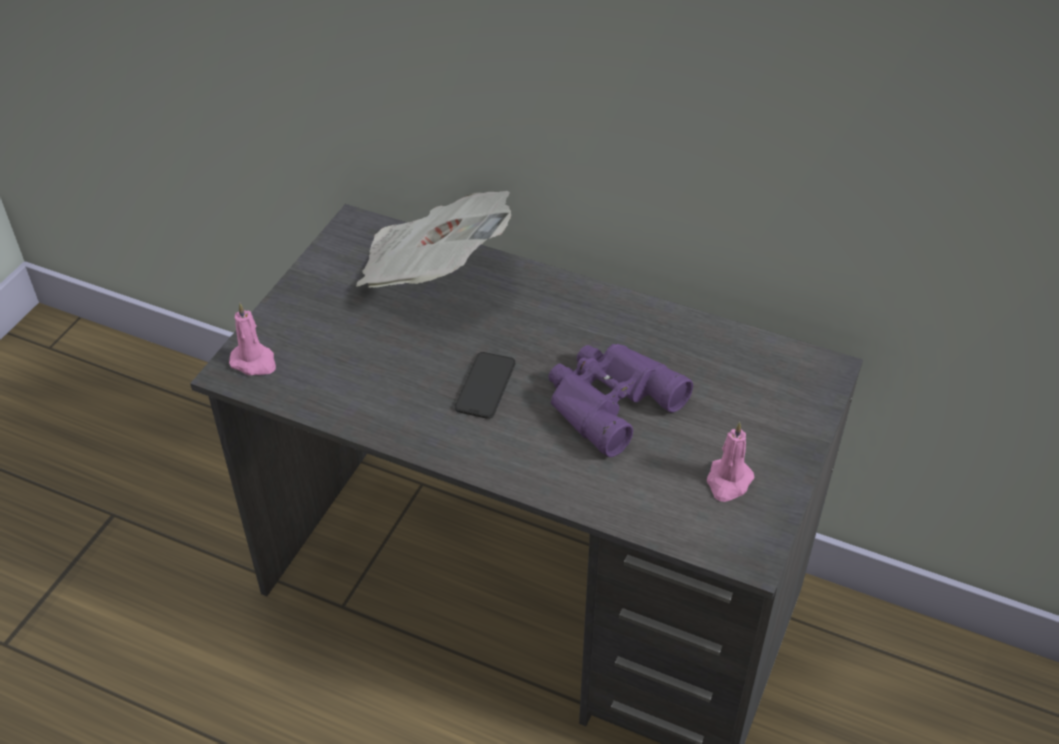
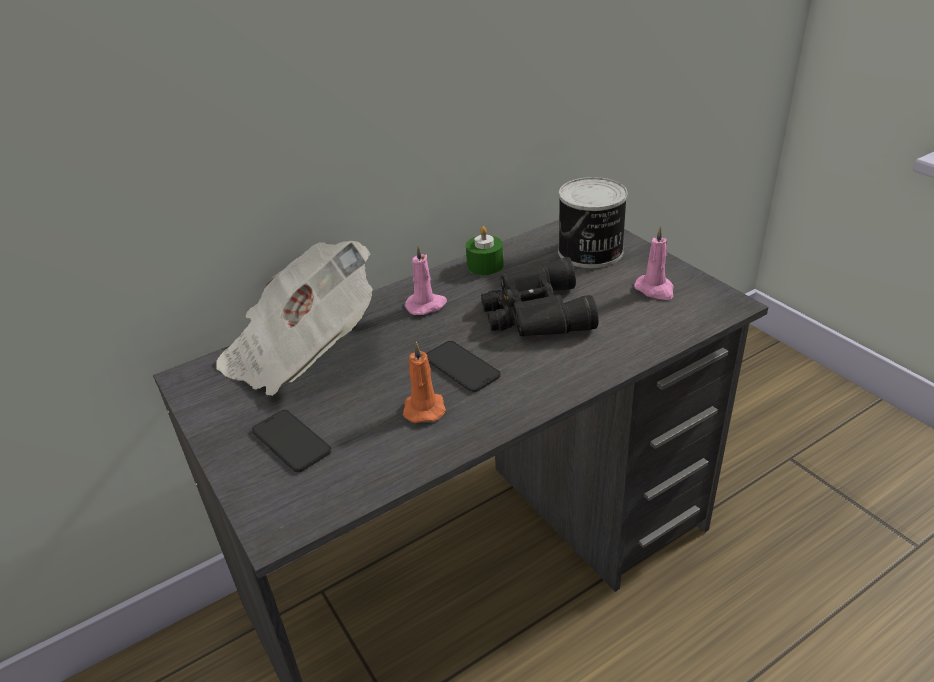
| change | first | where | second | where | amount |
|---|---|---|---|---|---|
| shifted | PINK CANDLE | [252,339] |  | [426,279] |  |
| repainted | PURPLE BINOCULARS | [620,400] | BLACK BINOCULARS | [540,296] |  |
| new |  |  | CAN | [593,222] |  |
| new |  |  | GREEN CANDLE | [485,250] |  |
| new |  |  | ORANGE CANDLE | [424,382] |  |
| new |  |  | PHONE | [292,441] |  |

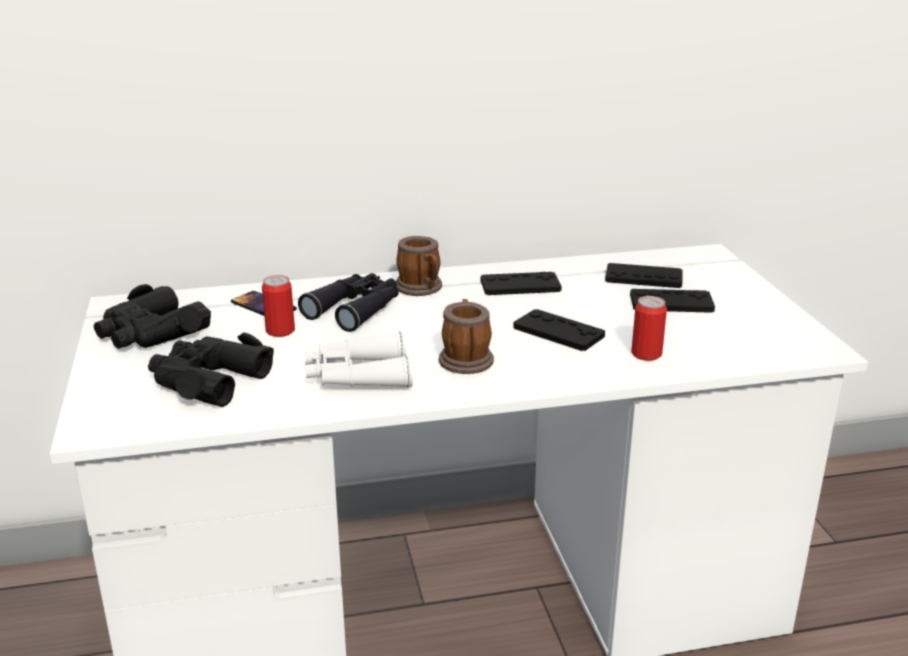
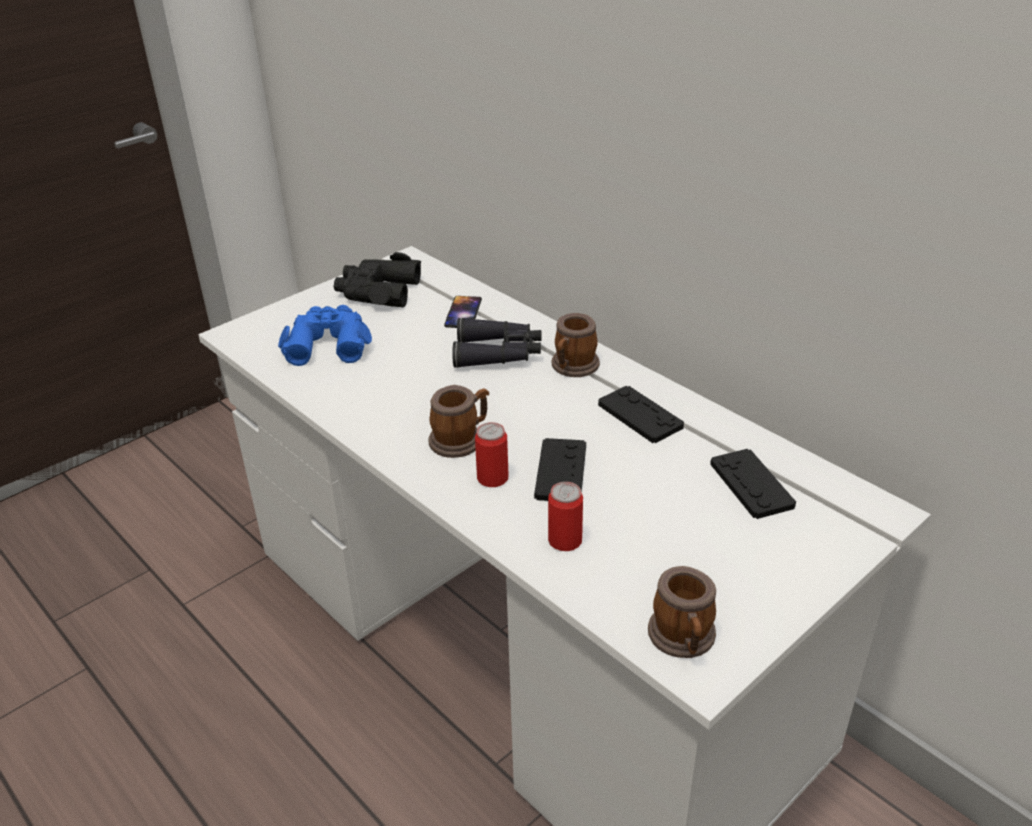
| change | first | where | second | where | amount |
|---|---|---|---|---|---|
| shifted | CAN | [278,306] |  | [491,454] |  |
| gone | BLACK GAME CONTROLLER | [672,301] |  |  |  |
| gone | WHITE BINOCULARS | [359,359] |  |  |  |
| repainted | BLACK BINOCULARS | [211,370] | BLUE BINOCULARS | [325,335] |  |
| new |  |  | MUG | [682,612] |  |

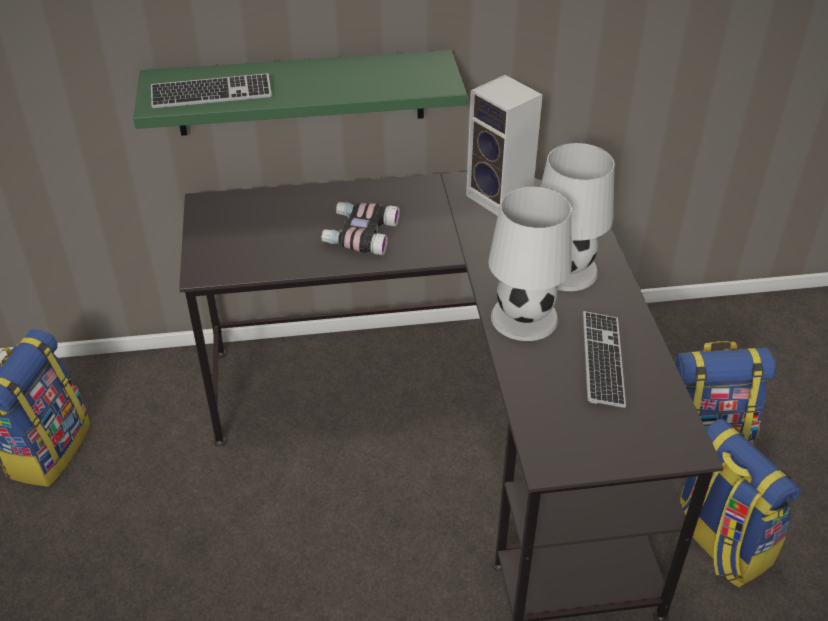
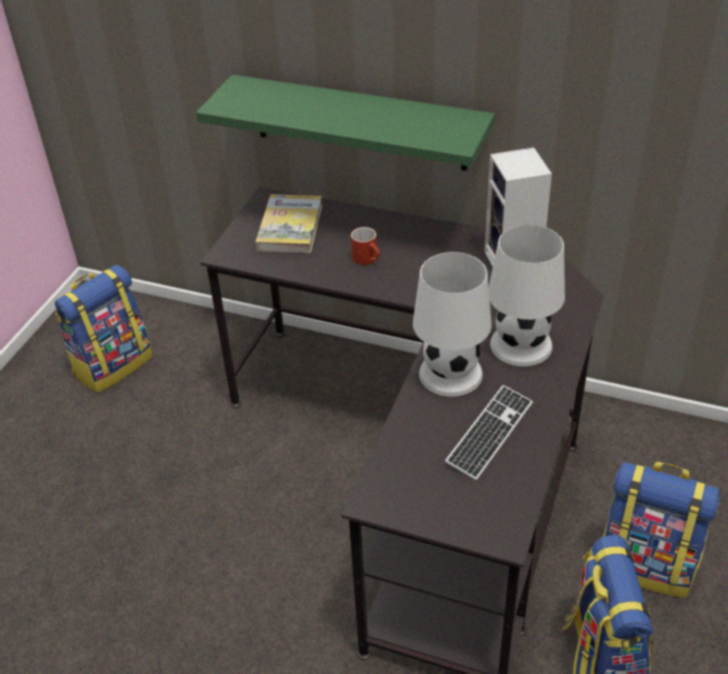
| change | first | where | second | where | amount |
|---|---|---|---|---|---|
| gone | KEYBOARD | [211,90] |  |  |  |
| swapped | BINOCULARS | [361,229] | RED MUG | [365,246] |  |
| new |  |  | BOOK | [289,223] |  |

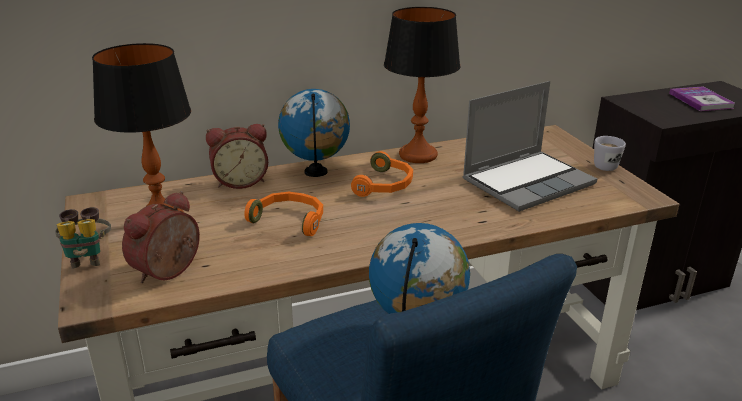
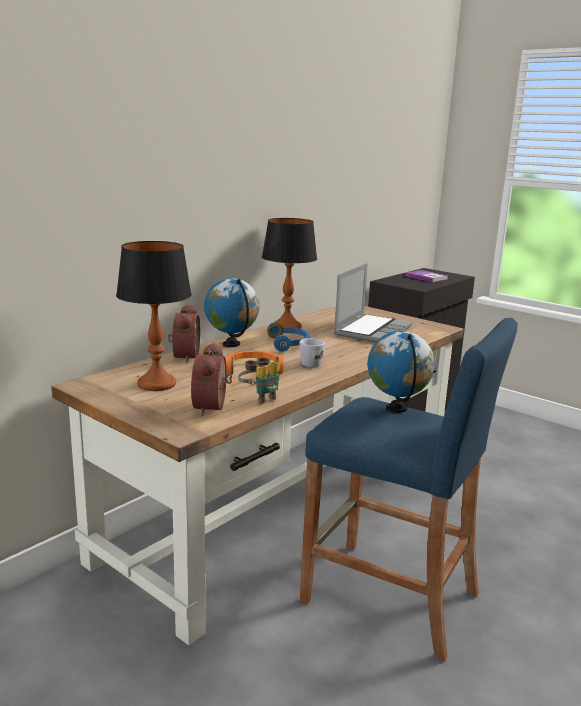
| change | first | where | second | where | amount |
|---|---|---|---|---|---|
| rotated | ALARM CLOCK | [237,156] |  | [184,333] | 45 degrees counterclockwise |
| shifted | WHITE MUG | [610,153] |  | [312,352] |  |
| repainted | ORANGE HEADPHONES | [382,174] | BLUE HEADPHONES | [288,337] |  |
| shifted | BINOCULARS | [83,238] |  | [259,380] |  |

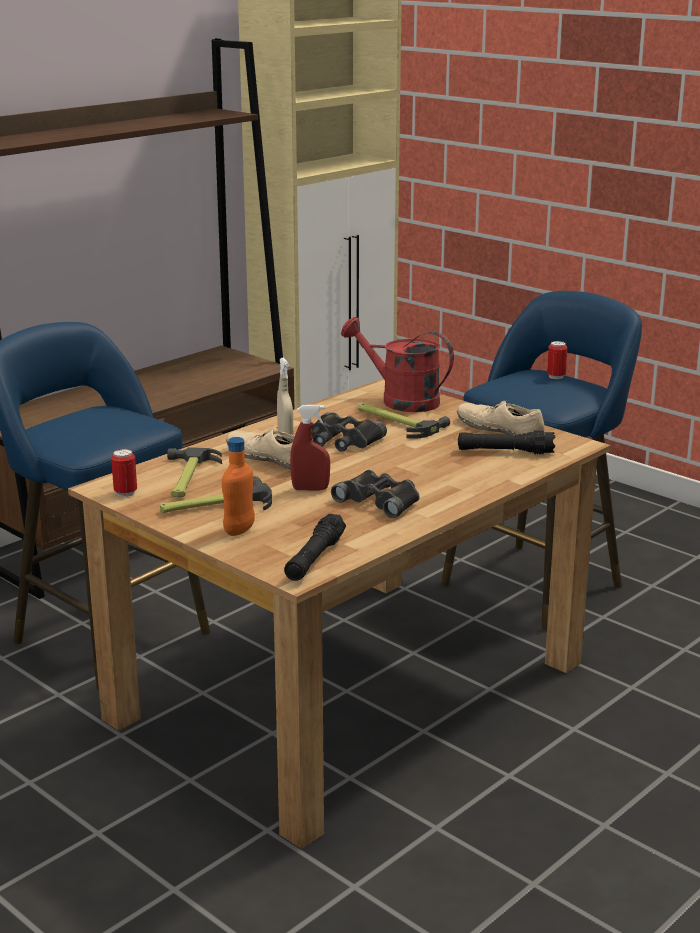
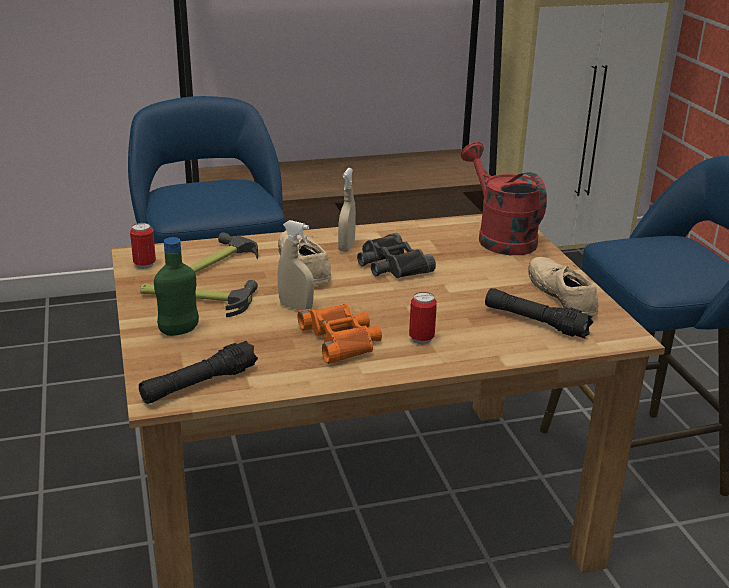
| change | first | where | second | where | amount |
|---|---|---|---|---|---|
| shifted | CAN | [557,360] |  | [423,318] |  |
| gone | HAMMER | [404,421] |  |  |  |
| repainted | RED SPRAY BOTTLE | [310,448] | BEIGE SPRAY BOTTLE | [295,265] |  |
| repainted | ORANGE BOTTLE | [238,486] | GREEN BOTTLE | [176,286] |  |
| repainted | BLACK BINOCULARS | [375,494] | ORANGE BINOCULARS | [340,334] |  |

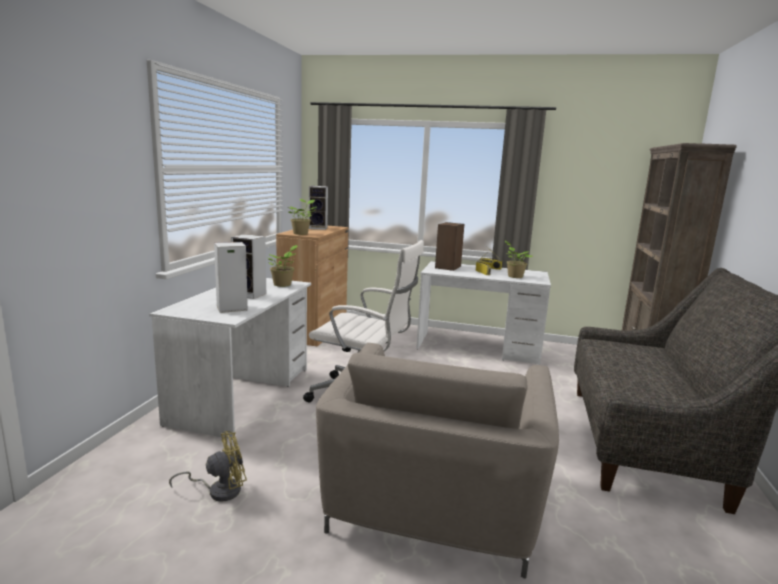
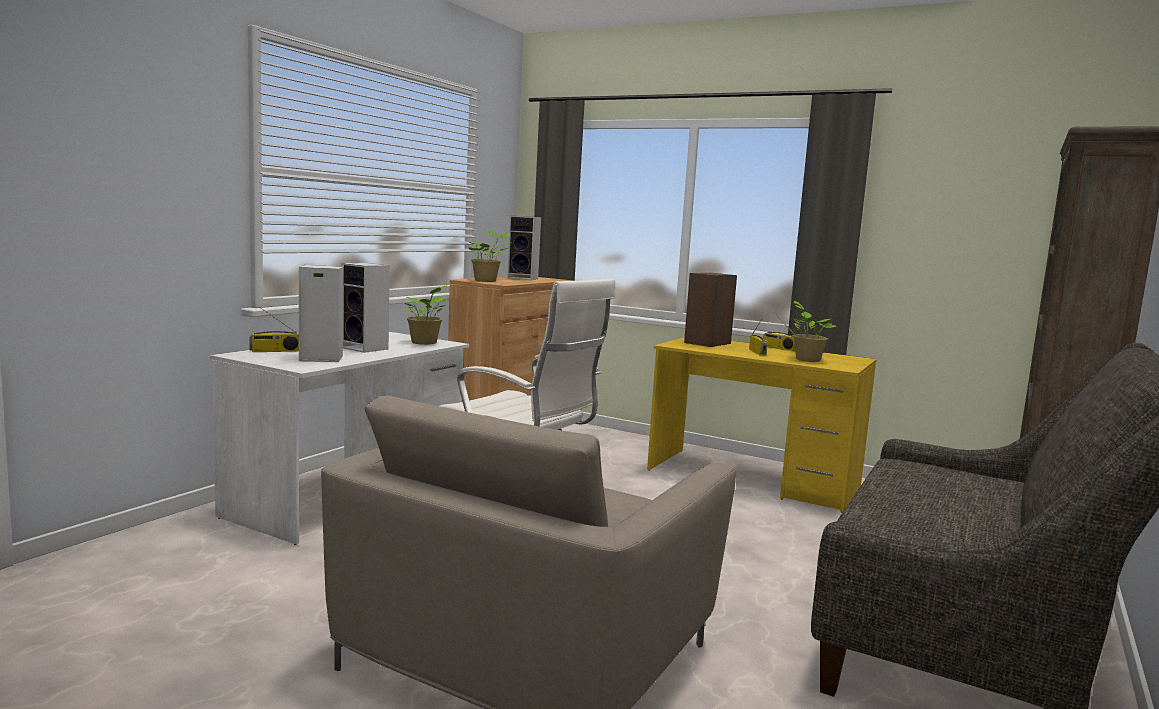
| change | first | where | second | where | amount |
|---|---|---|---|---|---|
| repainted | WHITE DESK | [483,313] | YELLOW DESK | [762,425] |  |
| gone | YELLOW FAN | [208,466] |  |  |  |
| new |  |  | RADIO | [274,329] |  |

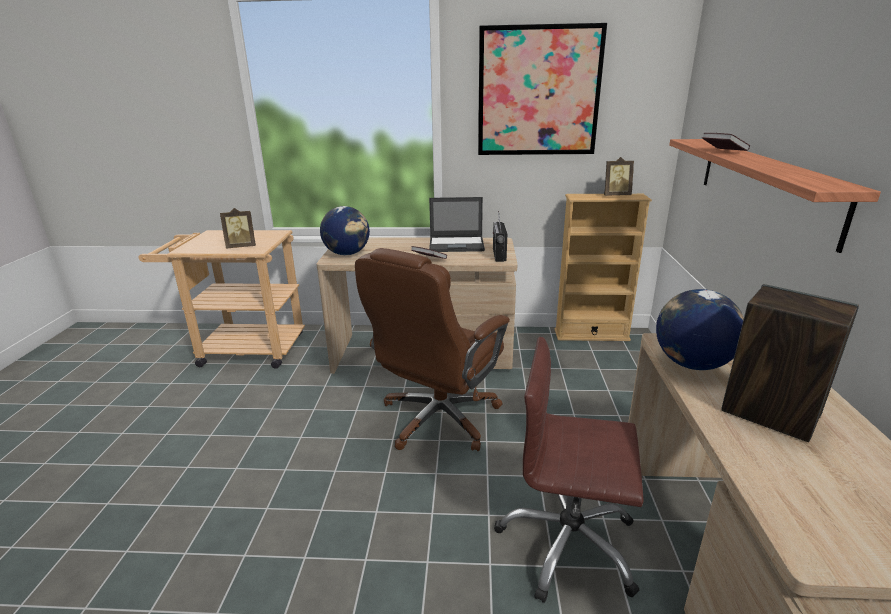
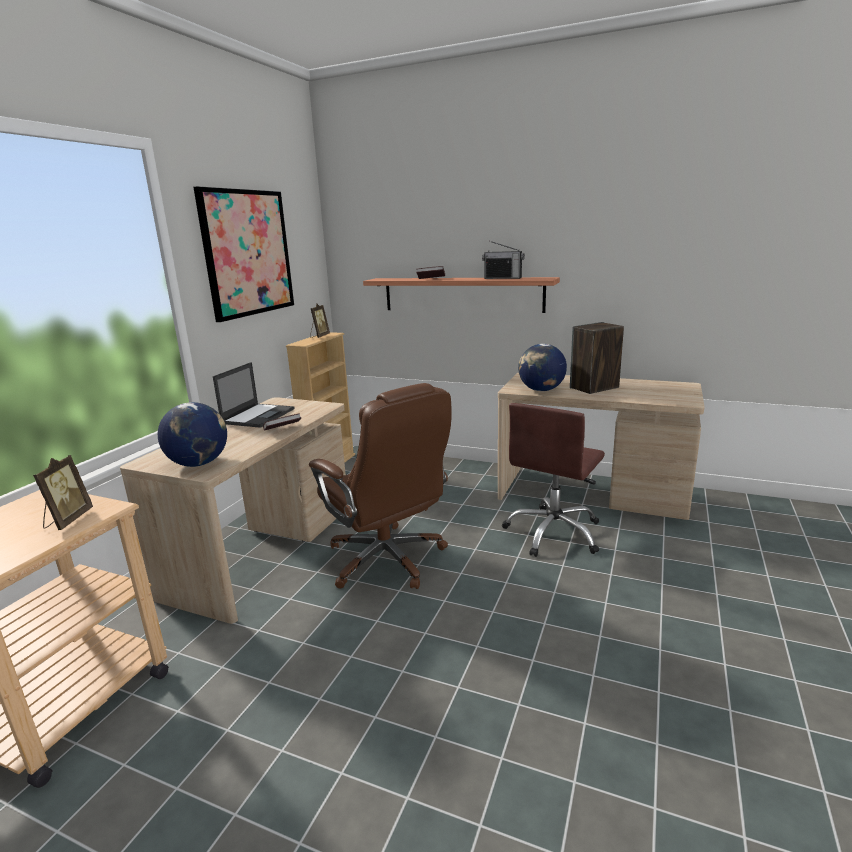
| change | first | where | second | where | amount |
|---|---|---|---|---|---|
| shifted | RADIO | [500,236] |  | [503,260] |  |

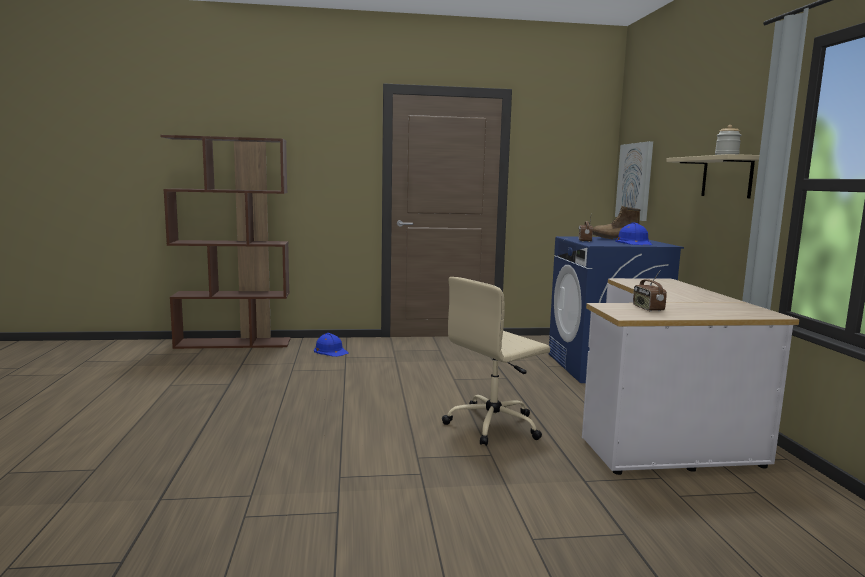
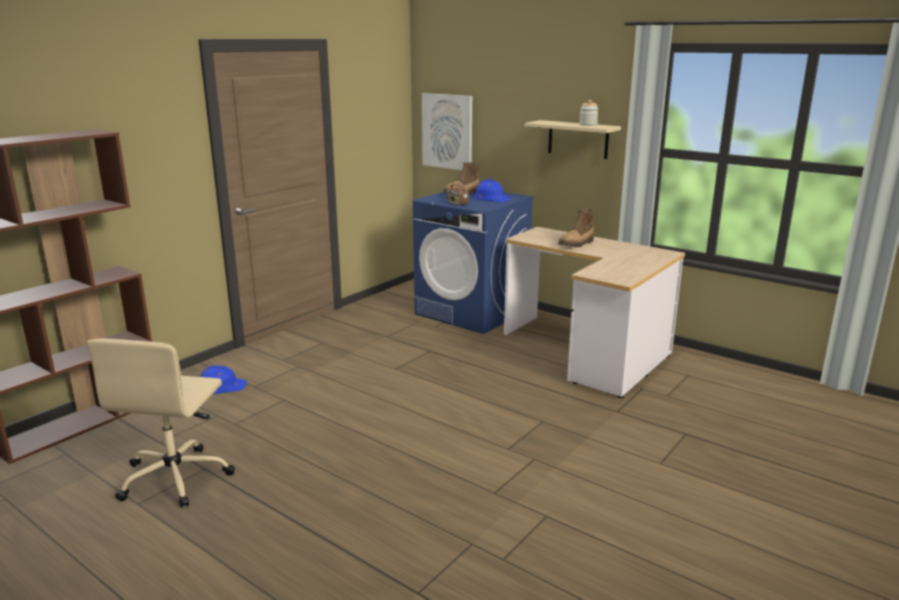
| change | first | where | second | where | amount |
|---|---|---|---|---|---|
| gone | RADIO | [650,290] |  |  |  |
| shifted | BEIGE OFFICE CHAIR | [496,361] |  | [161,423] |  |
| new |  |  | BOOT | [576,228] |  |

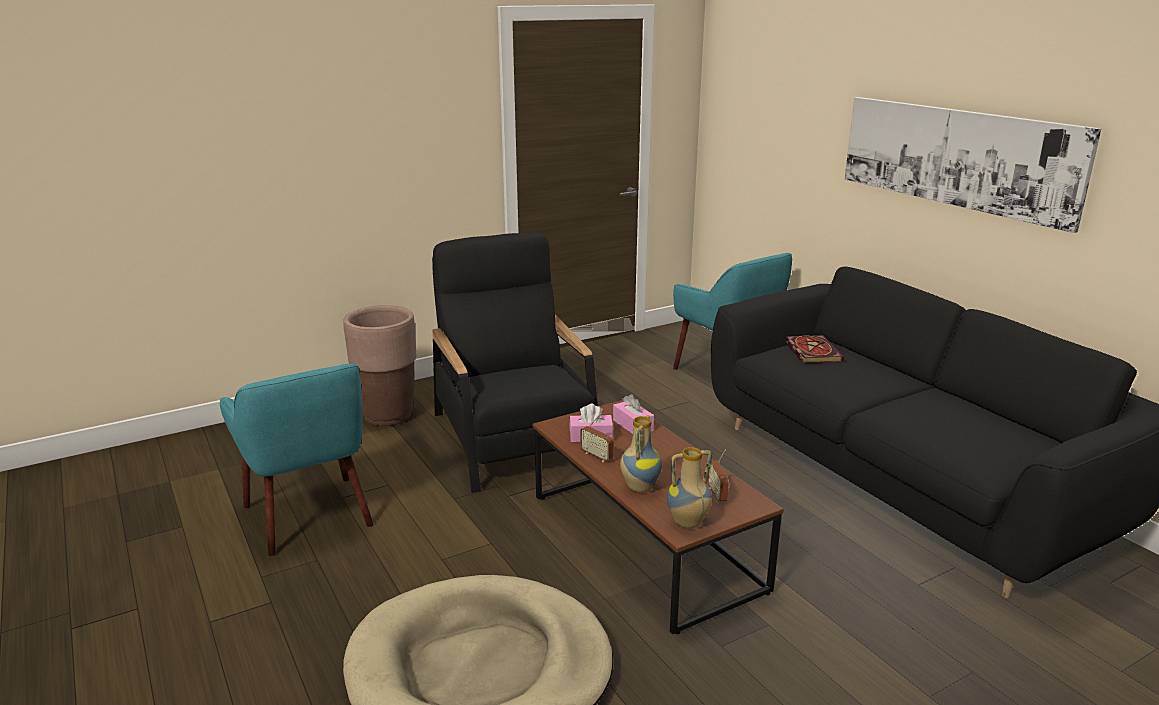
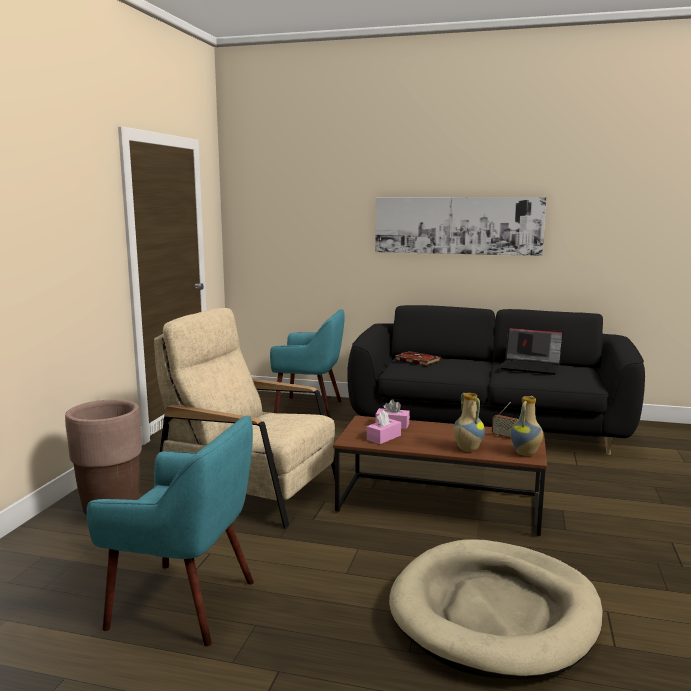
| change | first | where | second | where | amount |
|---|---|---|---|---|---|
| repainted | BLACK ARMCHAIR | [515,363] | BEIGE ARMCHAIR | [247,418] |  |
| gone | RADIO | [597,437] |  |  |  |
| new |  |  | LAPTOP | [531,351] |  |

